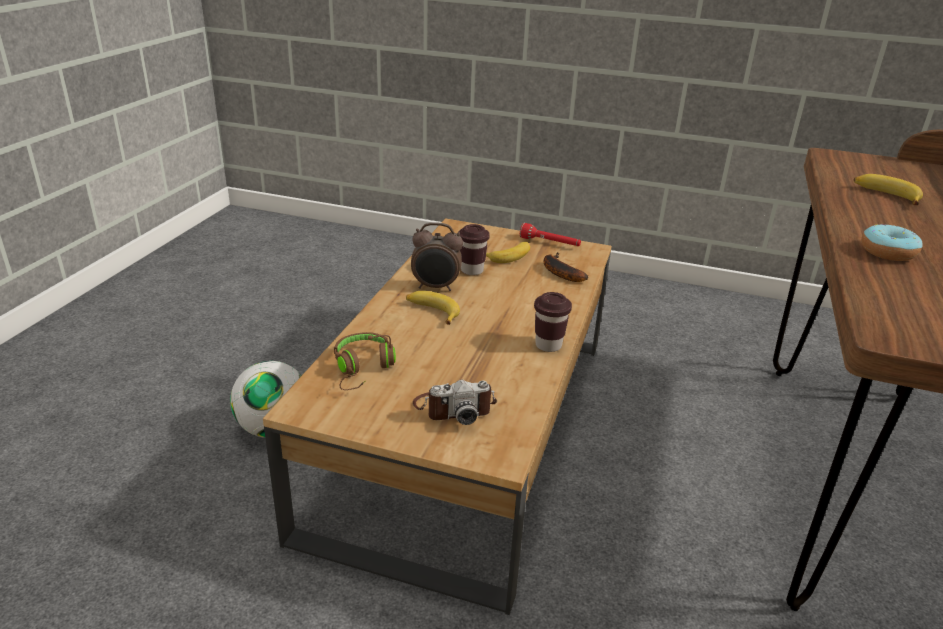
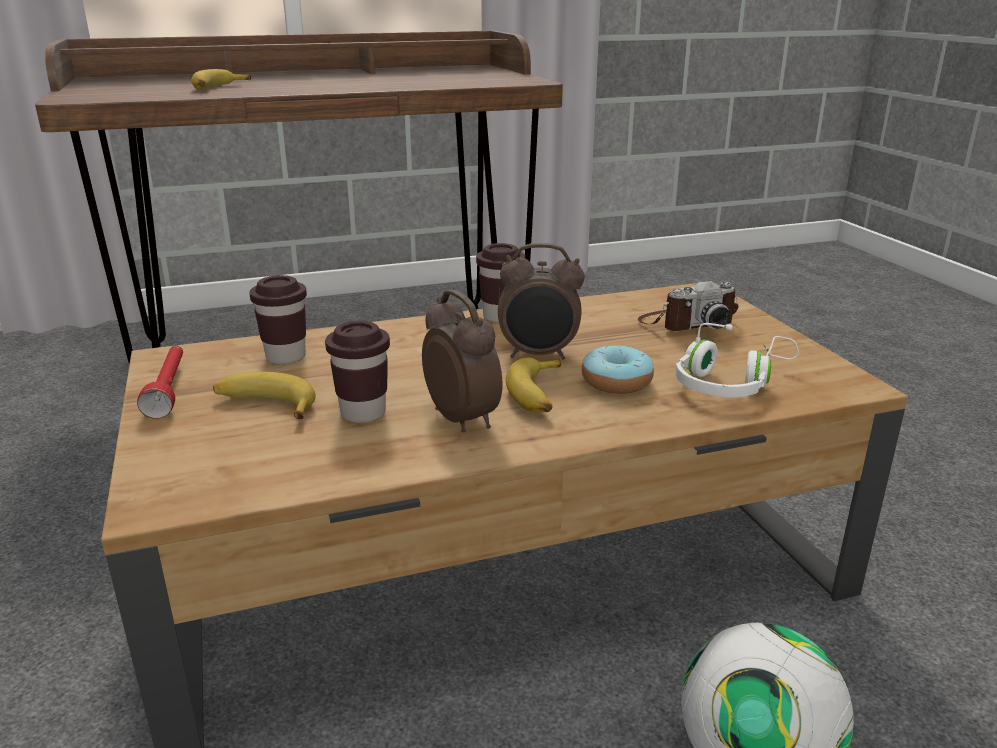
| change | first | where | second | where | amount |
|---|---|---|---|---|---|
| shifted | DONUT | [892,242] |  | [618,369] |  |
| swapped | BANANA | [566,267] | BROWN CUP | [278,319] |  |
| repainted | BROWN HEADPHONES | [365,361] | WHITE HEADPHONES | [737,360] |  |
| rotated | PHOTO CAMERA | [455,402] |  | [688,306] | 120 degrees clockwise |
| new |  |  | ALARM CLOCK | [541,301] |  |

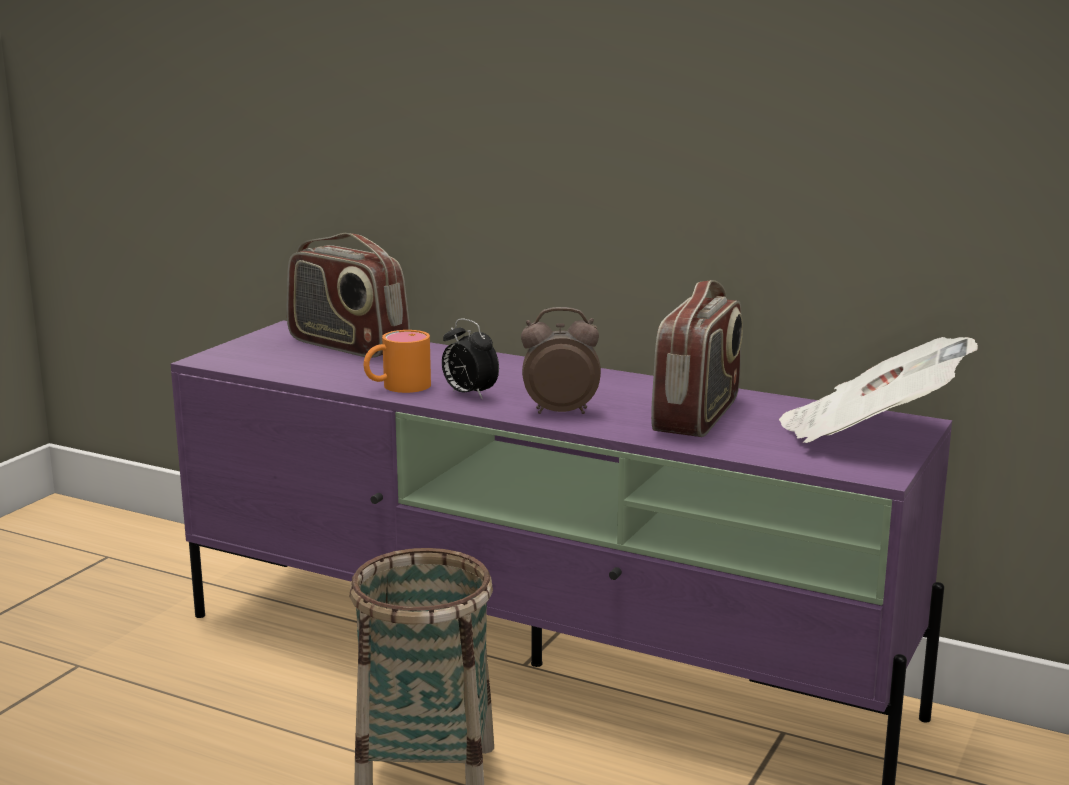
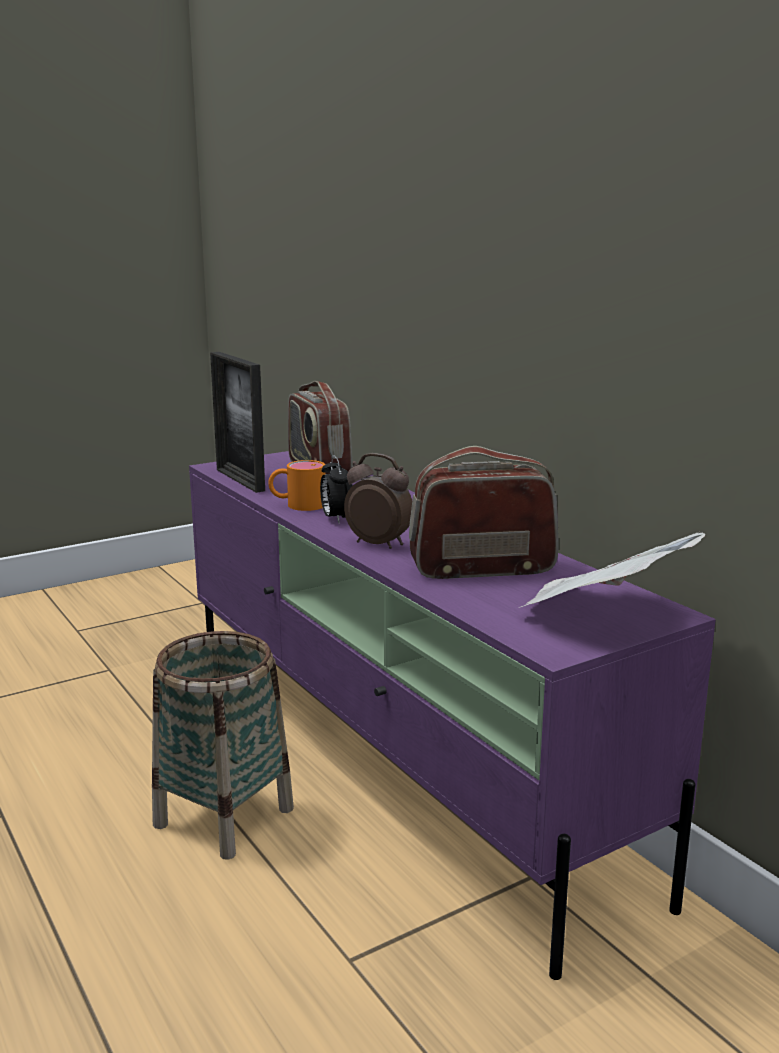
| change | first | where | second | where | amount |
|---|---|---|---|---|---|
| rotated | RADIO | [697,358] |  | [484,512] | 150 degrees counterclockwise |
| new |  |  | PICTURE FRAME | [237,422] |  |

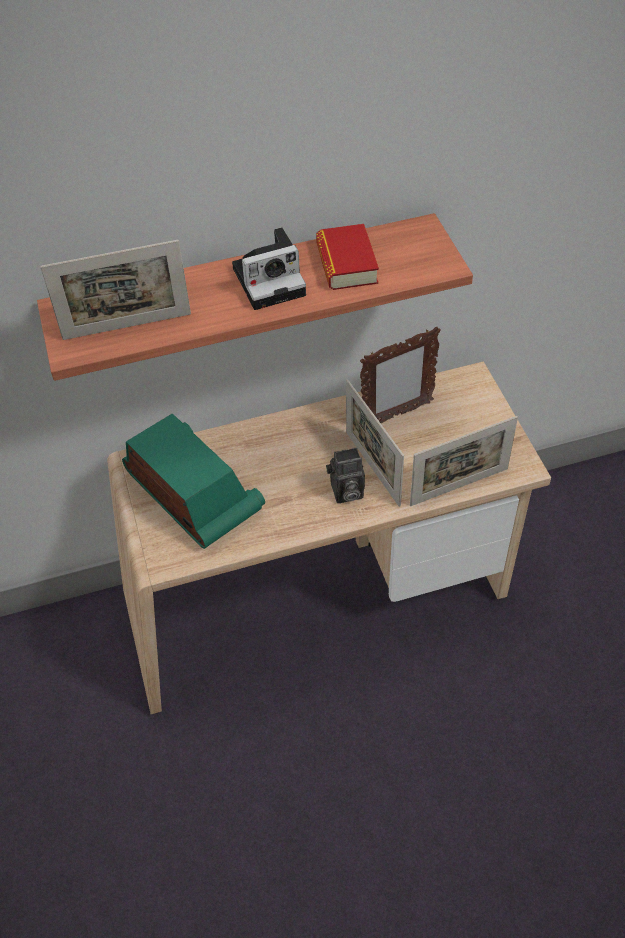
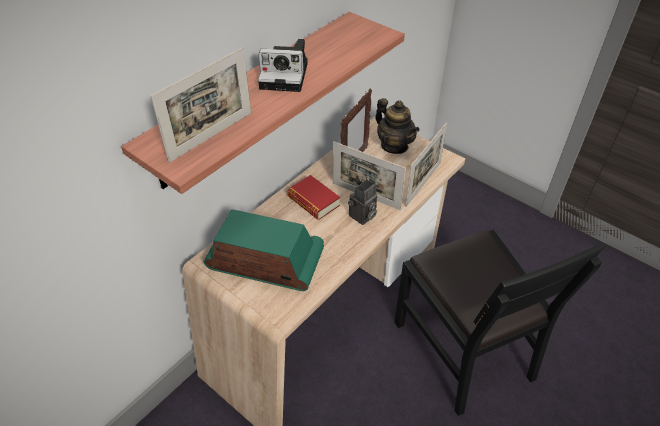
| change | first | where | second | where | amount |
|---|---|---|---|---|---|
| shifted | BOOK | [347,257] |  | [314,197] |  |
| rotated | PHOTO CAMERA | [269,268] |  | [283,65] | 60 degrees clockwise |
| new |  |  | TEAPOT | [397,126] |  |
| new |  |  | BLACK CHAIR | [500,323] |  |

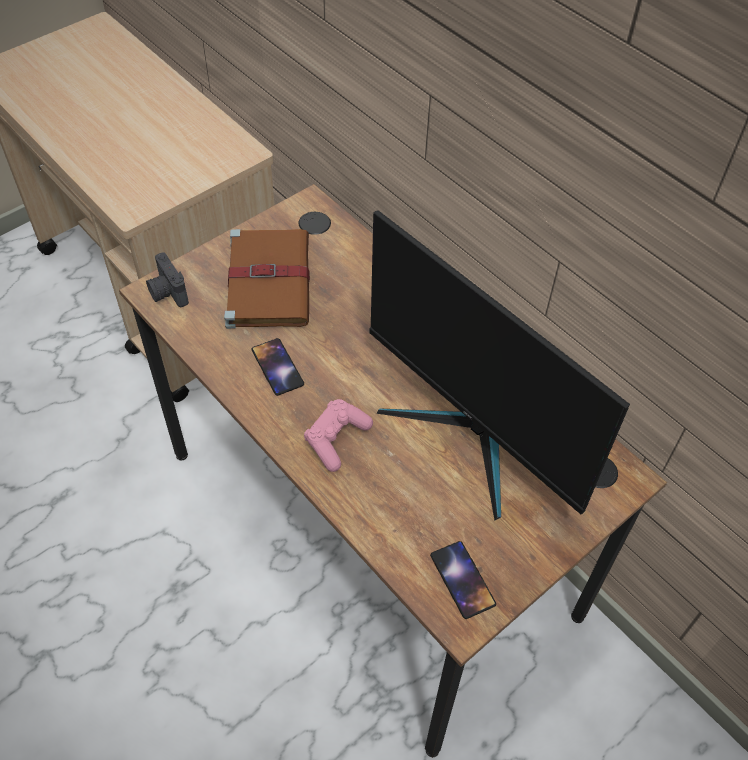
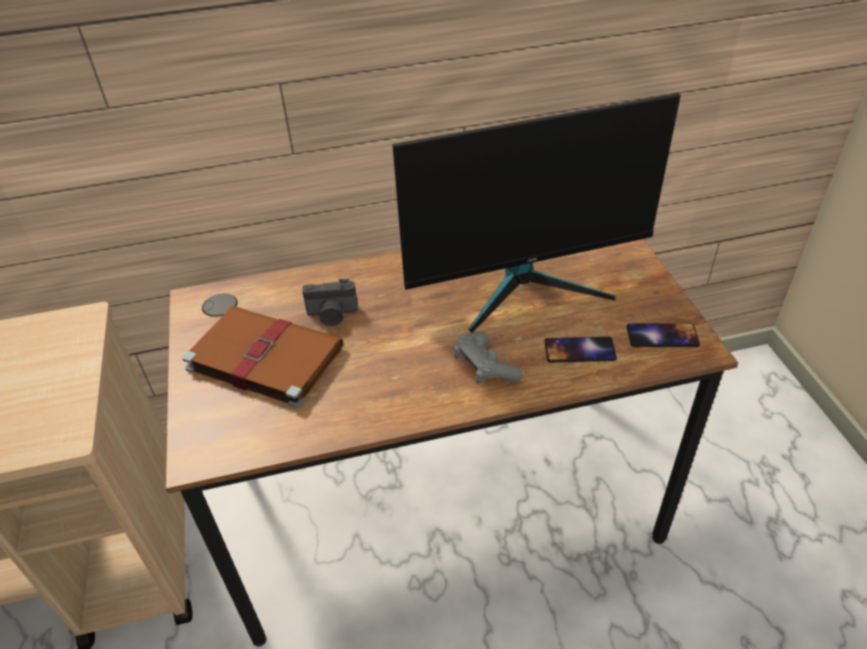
| change | first | where | second | where | amount |
|---|---|---|---|---|---|
| shifted | PHOTO CAMERA | [167,279] |  | [330,302] |  |
| shifted | PHONE | [277,367] |  | [580,349] |  |
| repainted | PINK GAME CONTROLLER | [338,435] | GREY GAME CONTROLLER | [487,358] |  |

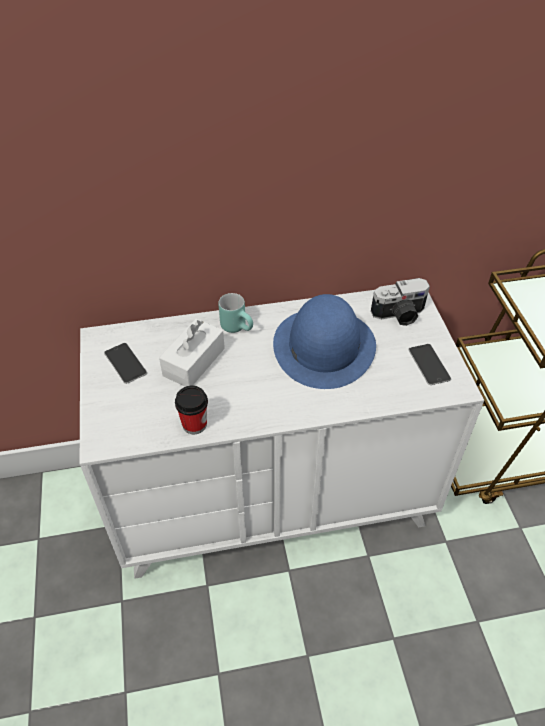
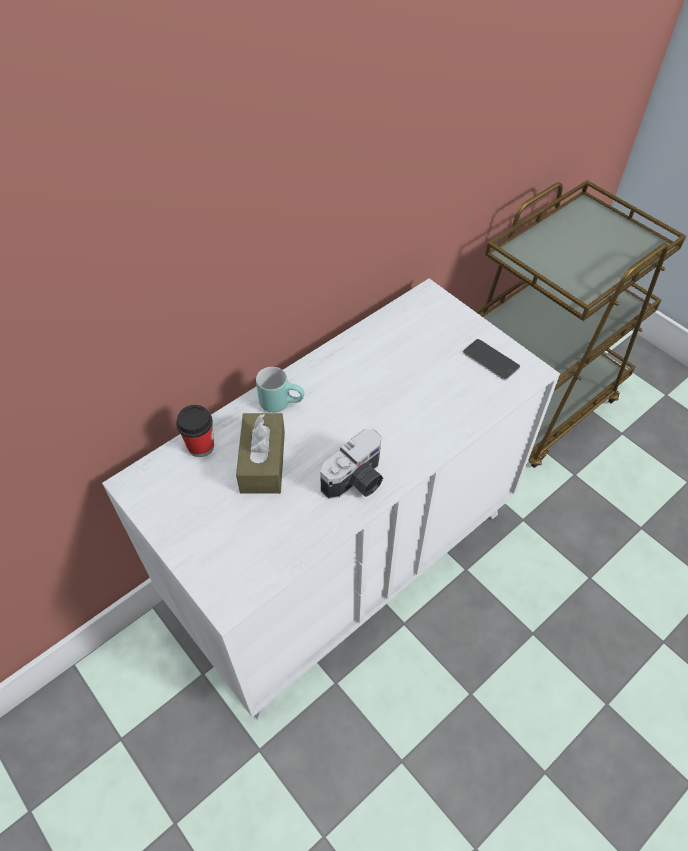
| change | first | where | second | where | amount |
|---|---|---|---|---|---|
| shifted | PHOTO CAMERA | [400,302] |  | [351,464] |  |
| gone | BLUE HAT | [324,341] |  |  |  |
| repainted | WHITE TISSUE BOX | [192,353] | BROWN TISSUE BOX | [260,453] |  |
| gone | PHONE | [125,363] |  |  |  |
| shifted | CUP | [191,410] |  | [195,431] |  |

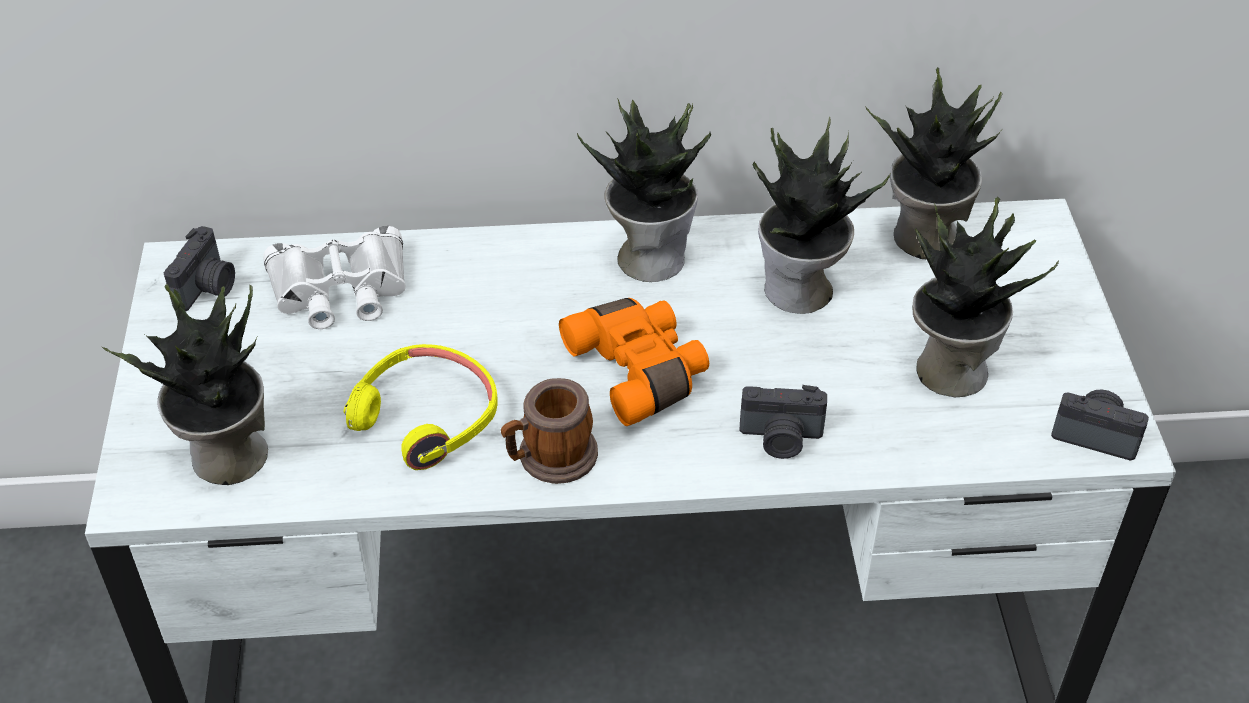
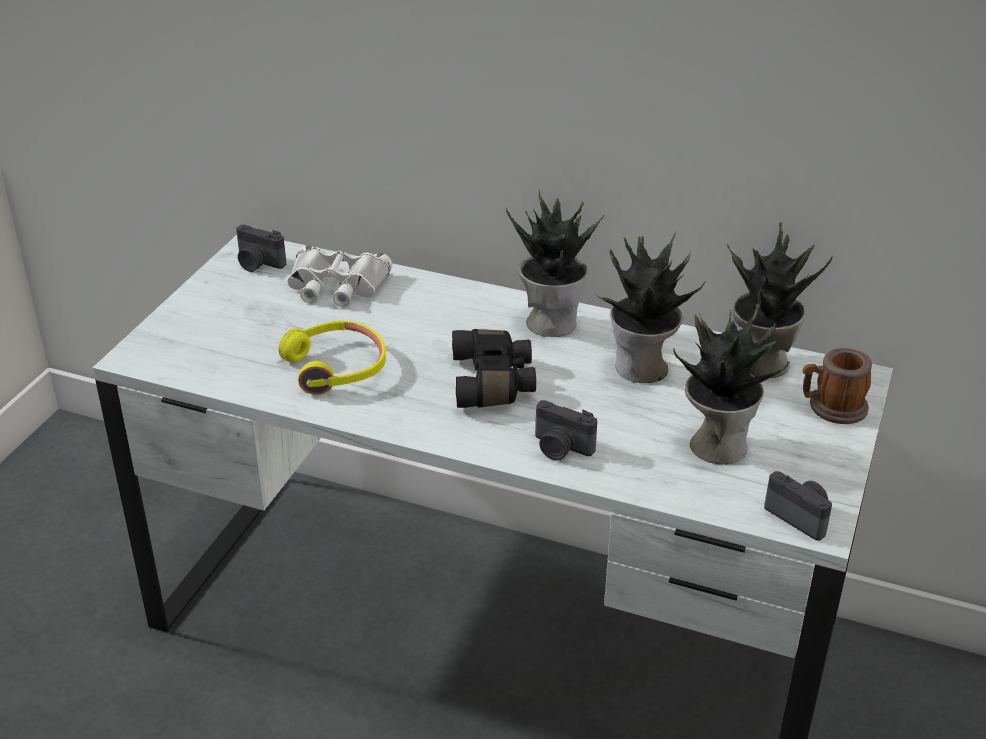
| change | first | where | second | where | amount |
|---|---|---|---|---|---|
| rotated | PHOTO CAMERA | [199,268] |  | [261,248] | 75 degrees clockwise |
| gone | POTTED PLANT | [184,384] |  |  |  |
| repainted | ORANGE BINOCULARS | [634,362] | BLACK BINOCULARS | [494,368] |  |
| shifted | MUG | [549,431] |  | [837,386] |  |

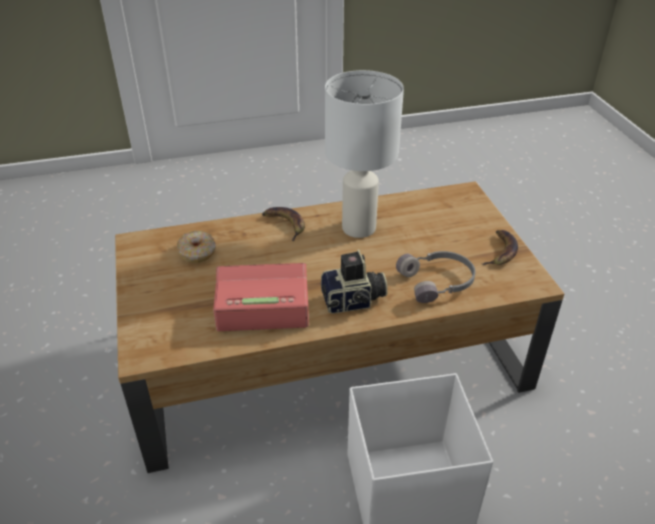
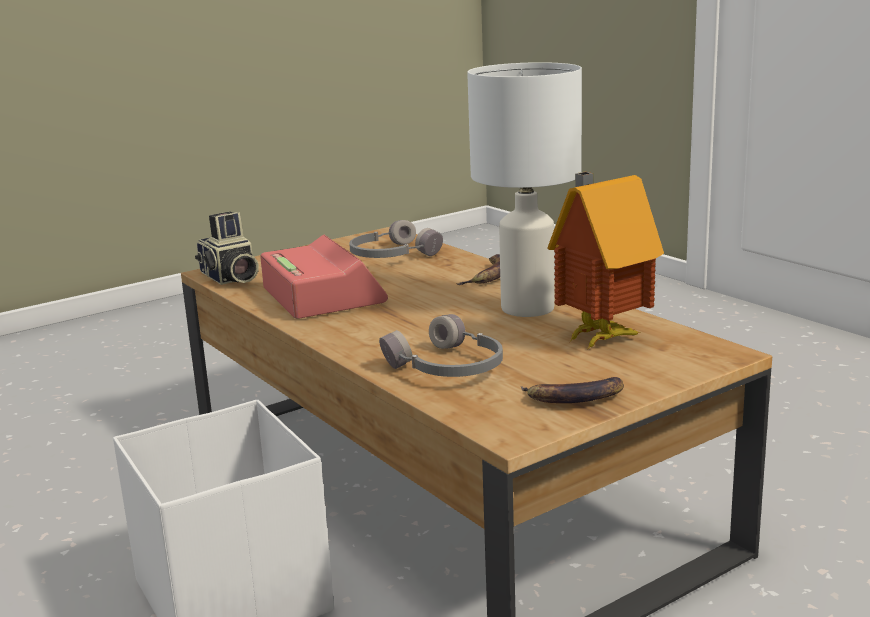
| change | first | where | second | where | amount |
|---|---|---|---|---|---|
| swapped | DONUT | [196,247] | GREY HEADPHONES | [396,239] |  |
| shifted | PHOTO CAMERA | [354,281] |  | [227,248] |  |
| new |  |  | TOY HOUSE | [605,261] |  |

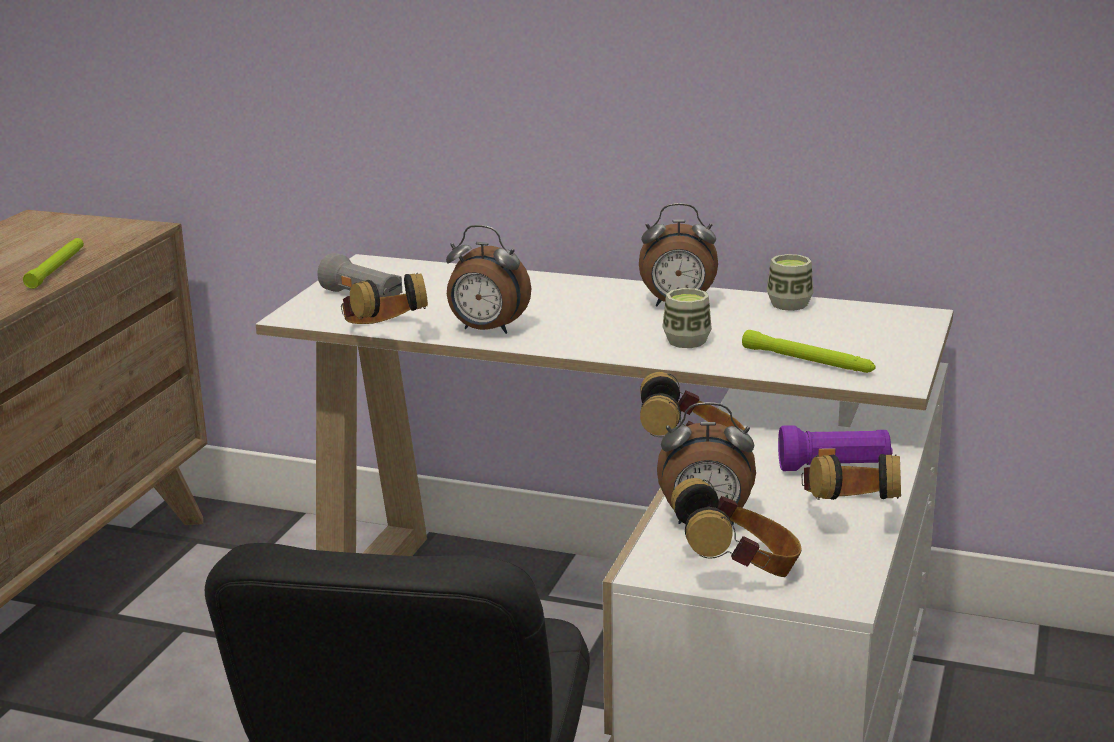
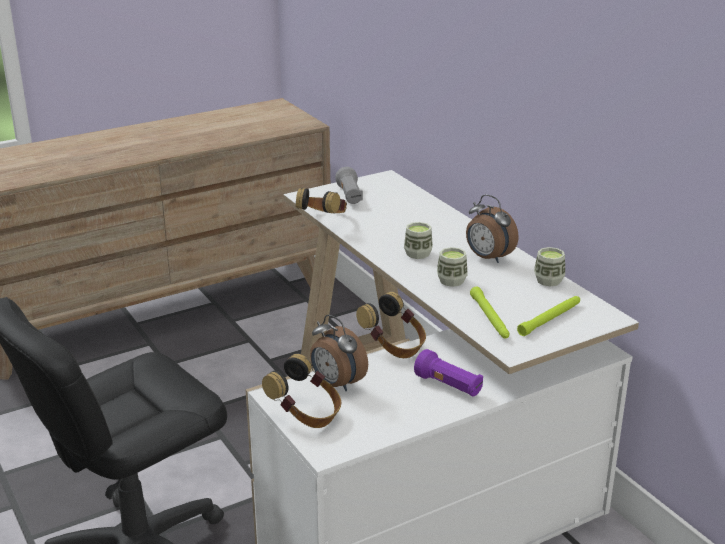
| change | first | where | second | where | amount |
|---|---|---|---|---|---|
| gone | ALARM CLOCK | [488,279] |  |  |  |
| shifted | GREEN FLASHLIGHT | [53,263] |  | [548,316] |  |
| gone | HEADPHONES | [851,477] |  |  |  |
| new |  |  | CUP | [418,240] |  |

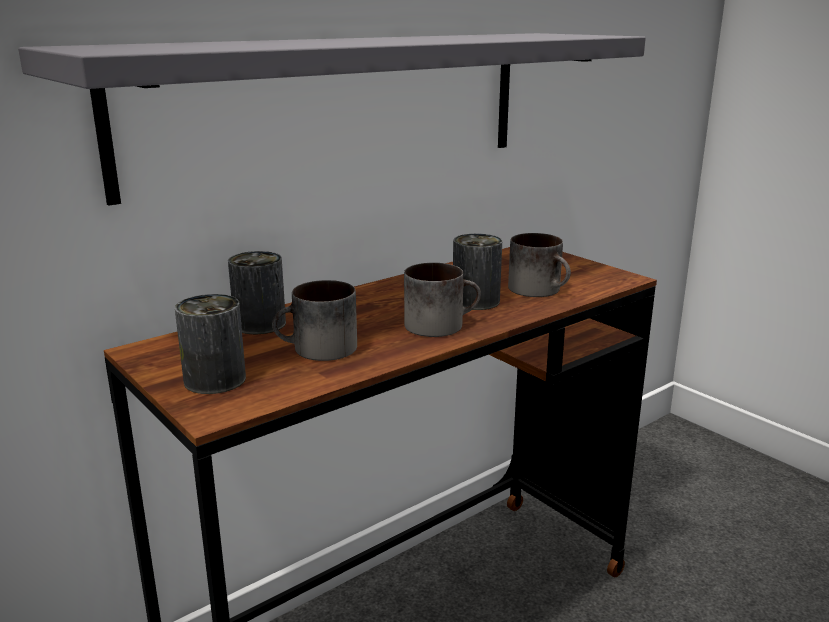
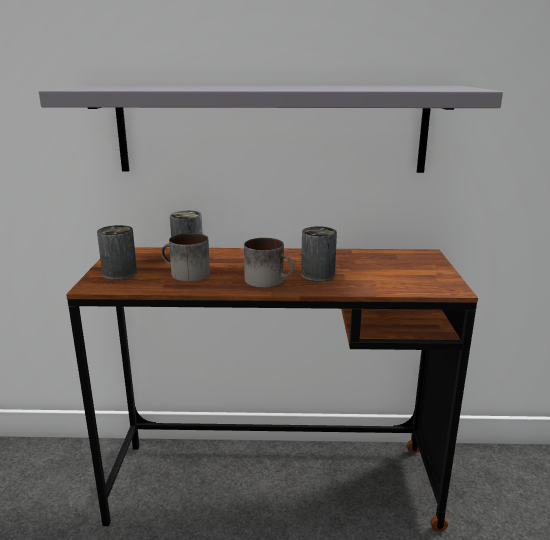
| change | first | where | second | where | amount |
|---|---|---|---|---|---|
| gone | MUG | [539,265] |  |  |  |

